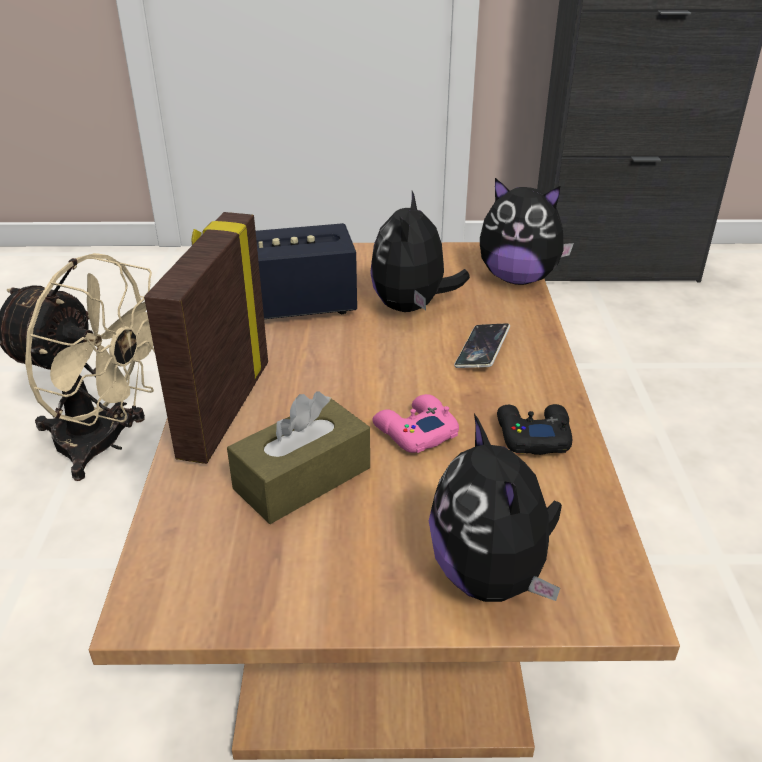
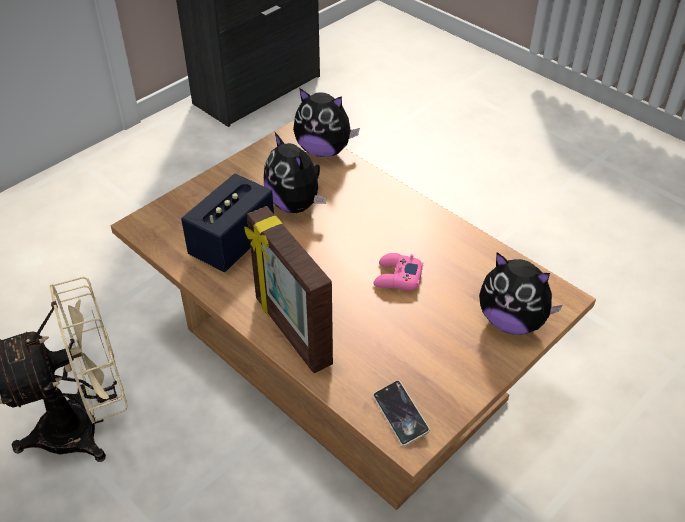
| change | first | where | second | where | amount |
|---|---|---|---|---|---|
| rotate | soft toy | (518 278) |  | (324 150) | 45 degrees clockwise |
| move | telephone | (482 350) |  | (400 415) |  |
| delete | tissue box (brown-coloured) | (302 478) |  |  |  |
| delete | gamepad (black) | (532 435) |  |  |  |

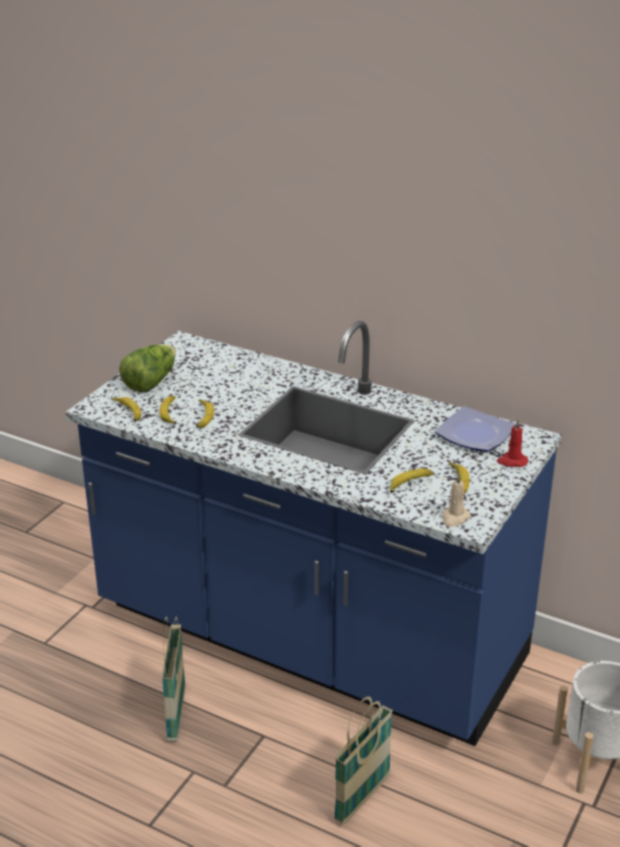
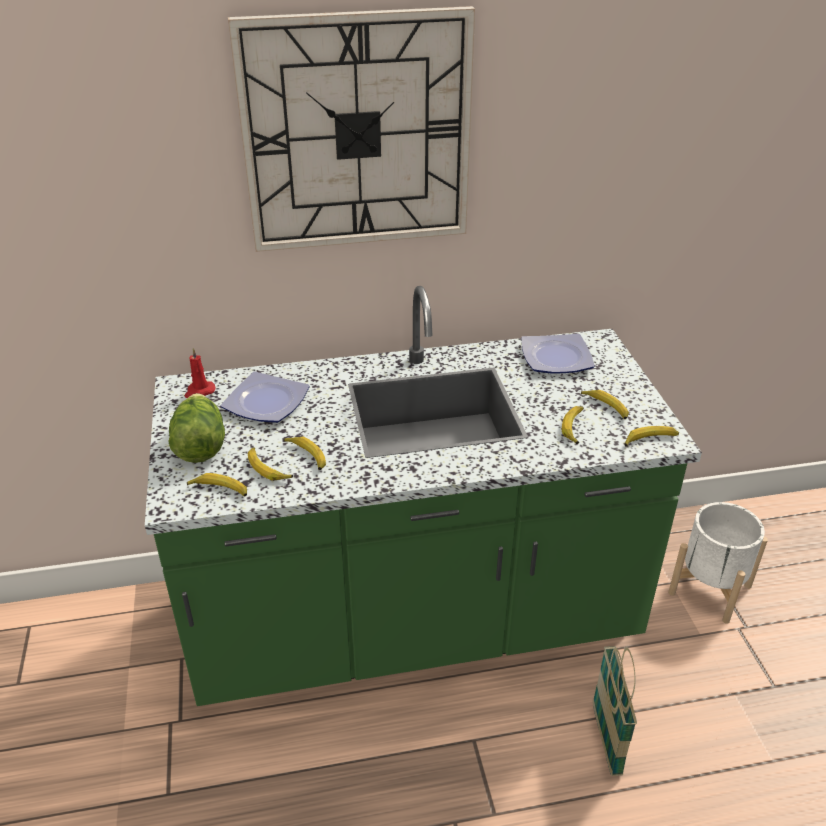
| change | first | where | second | where | amount |
|---|---|---|---|---|---|
| recolor | counter (blue-coloured) | (310 638) | counter (greenish) | (413 621) |  |
| move | wax light (red) | (512 461) |  | (199 391) |  |
| insert |  |  | dinner plate | (264 403) |  |
| insert |  |  | wall clock | (357 133) |  |
| replace | wax light (beige) | (454 518) | whole banana | (649 440) |  |
| delete | basket | (176 714) |  |  |  |

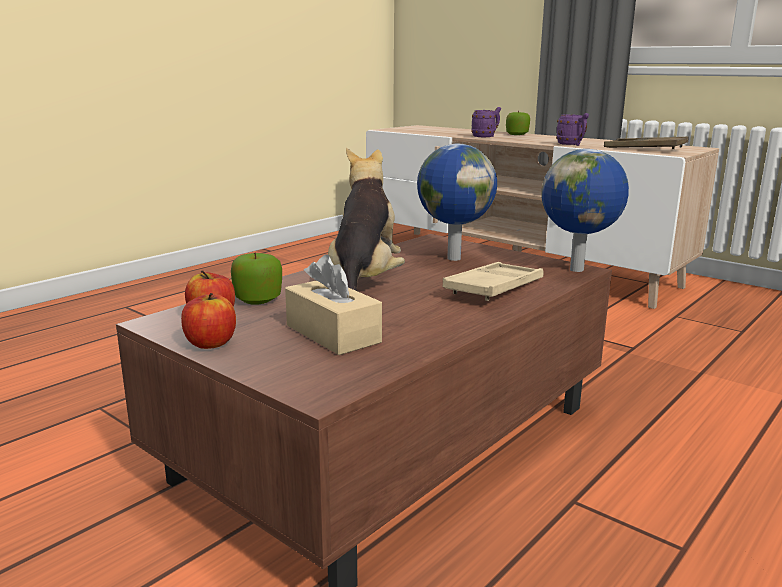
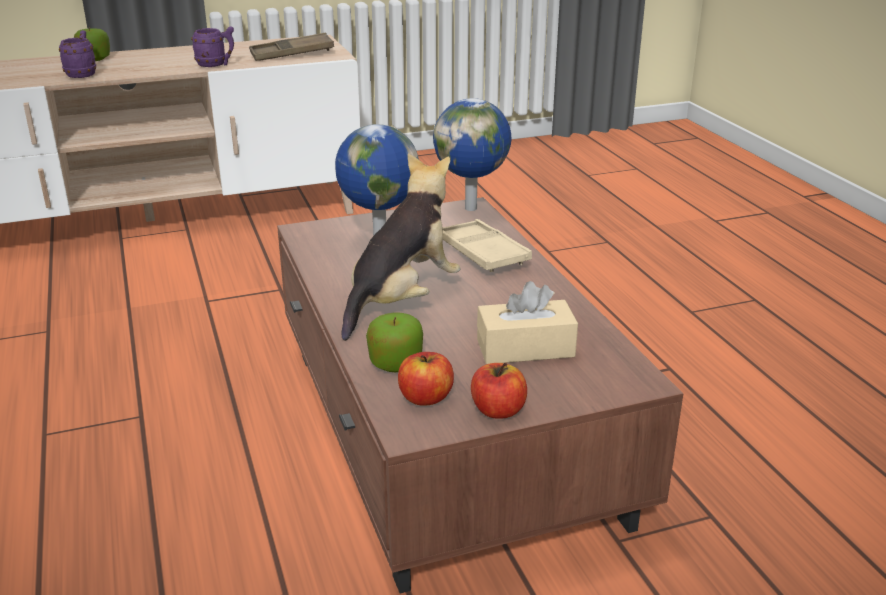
| change | first | where | second | where | amount |
|---|---|---|---|---|---|
| rotate | soft toy | (364 282) |  | (402 300) | 90 degrees clockwise |

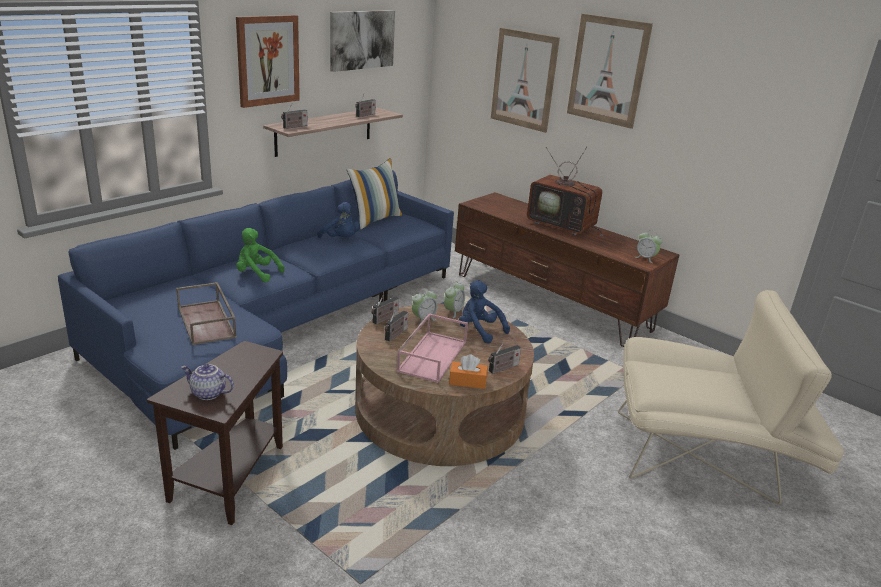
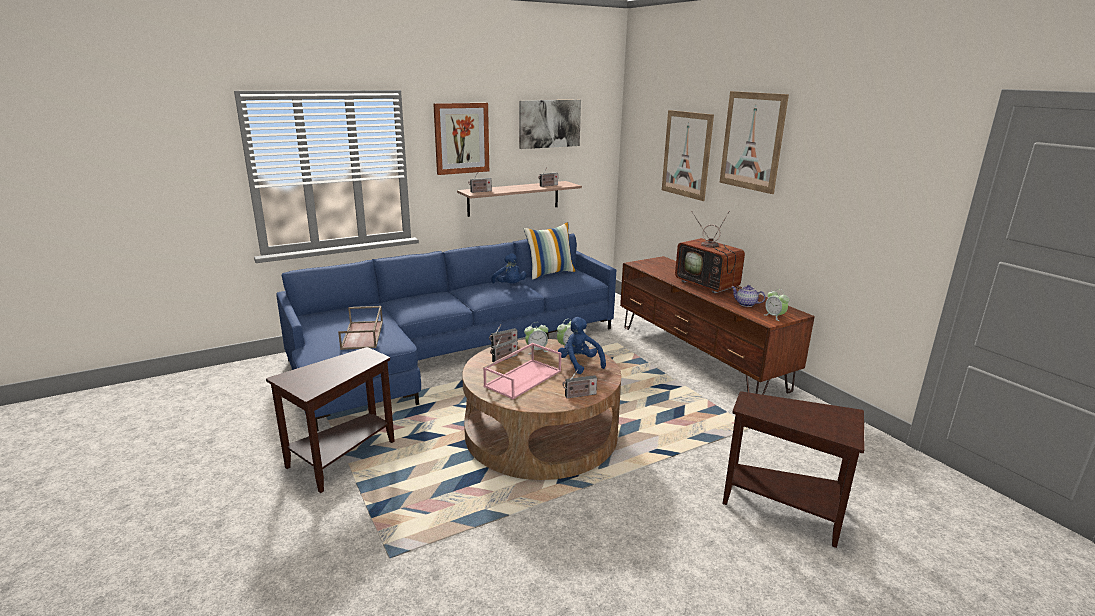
| change | first | where | second | where | amount |
|---|---|---|---|---|---|
| replace | easy chair (beige) | (707 455) | side table (brown-coloured) | (786 511) |  |
| move | teapot | (207 394) |  | (745 304) |  |
| delete | soft toy (greenish) | (257 274) |  |  |  |
| delete | tissue box (orange-coloured) | (467 381) |  |  |  |

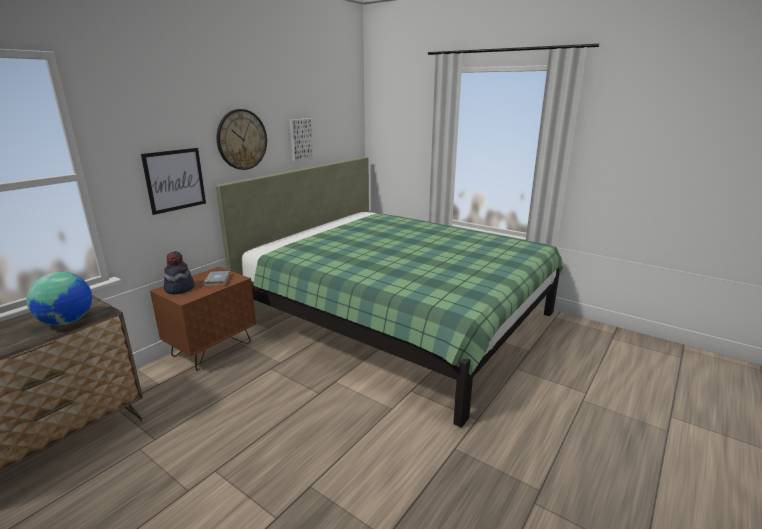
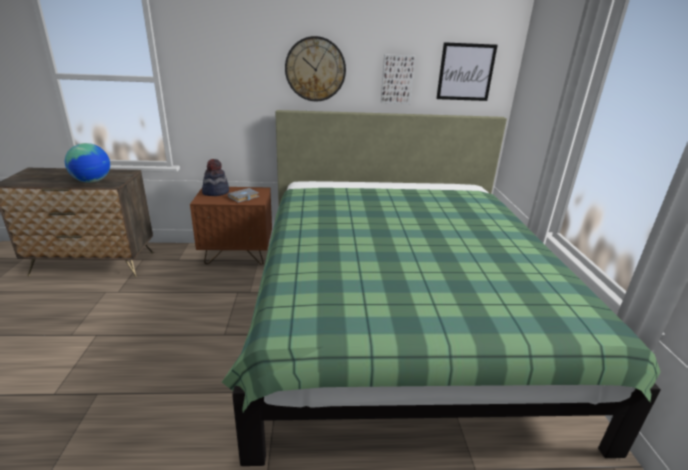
| change | first | where | second | where | amount |
|---|---|---|---|---|---|
| move | wall picture | (175 180) |  | (465 72) |  |

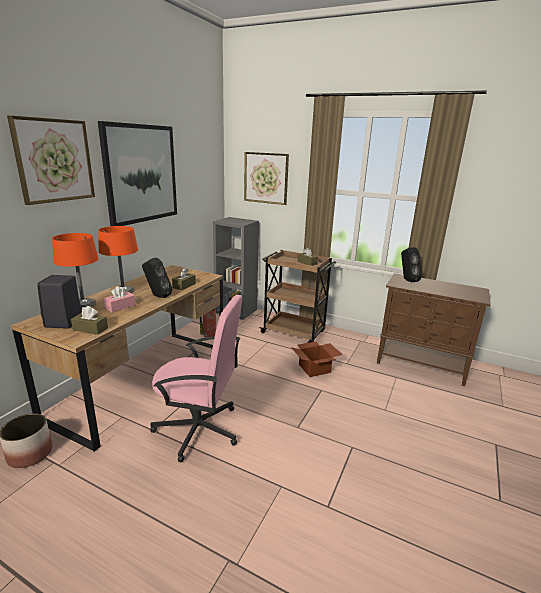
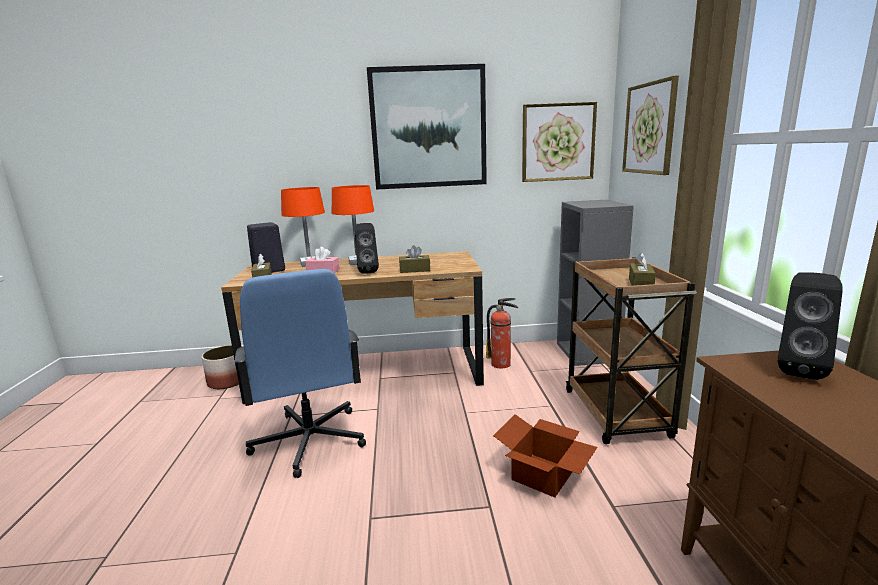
| change | first | where | second | where | amount |
|---|---|---|---|---|---|
| recolor | office chair (pinkish) | (199 429) | office chair (blue-coloured) | (309 441) |  |
| move | wall picture | (54 160) |  | (558 142) |  |

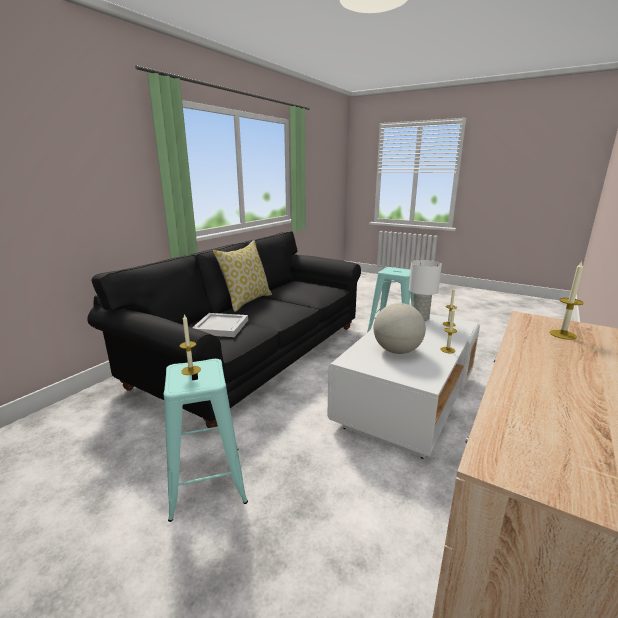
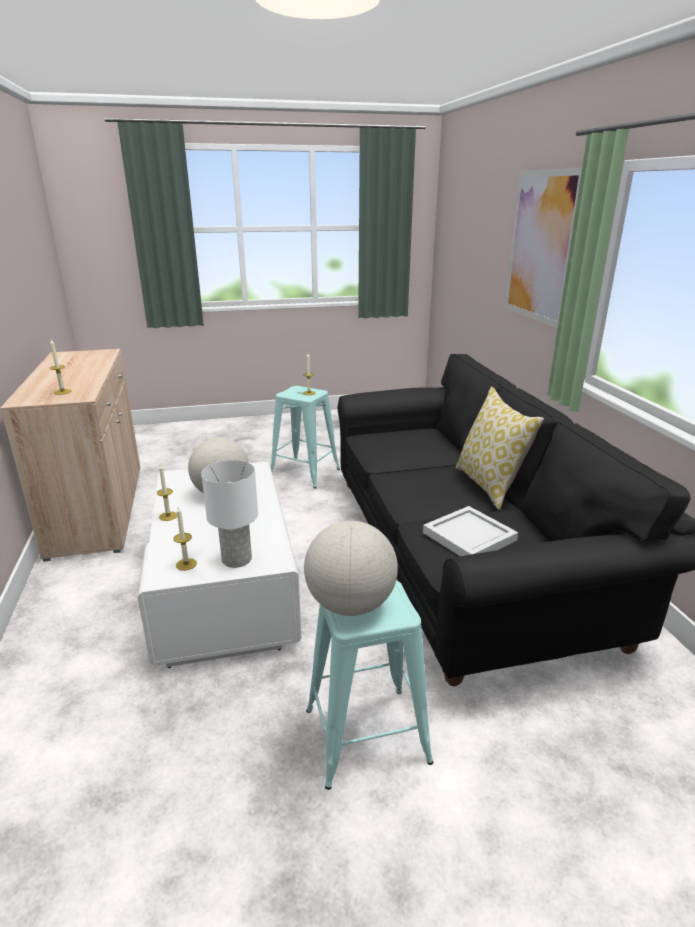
| change | first | where | second | where | amount |
|---|---|---|---|---|---|
| insert |  |  | world globe | (350 604) |  |
| move | serving tray (white-coloured) | (221 327) |  | (467 536) |  |
| insert |  |  | wall picture | (542 247) |  |

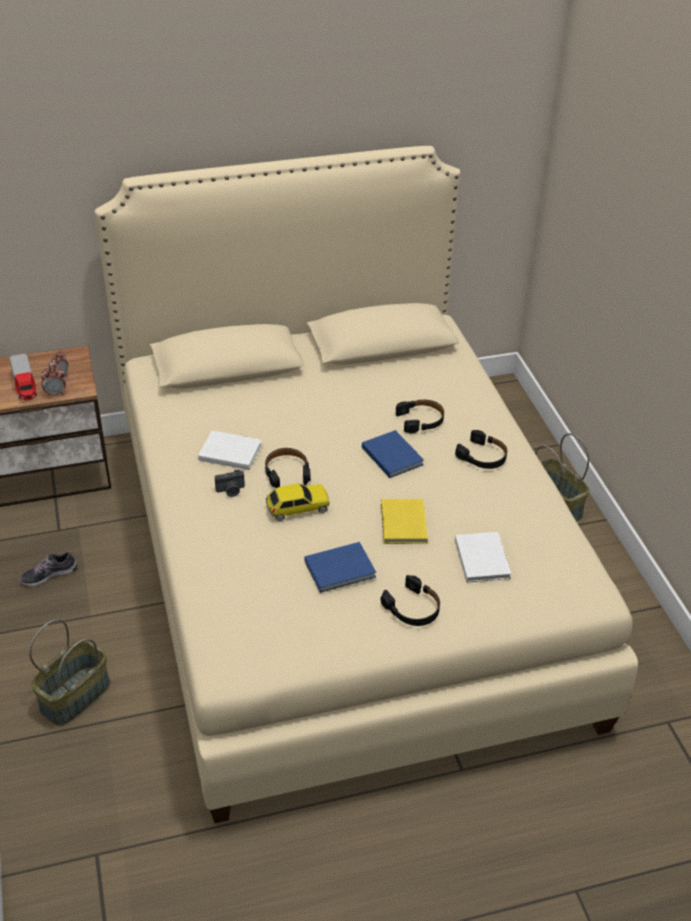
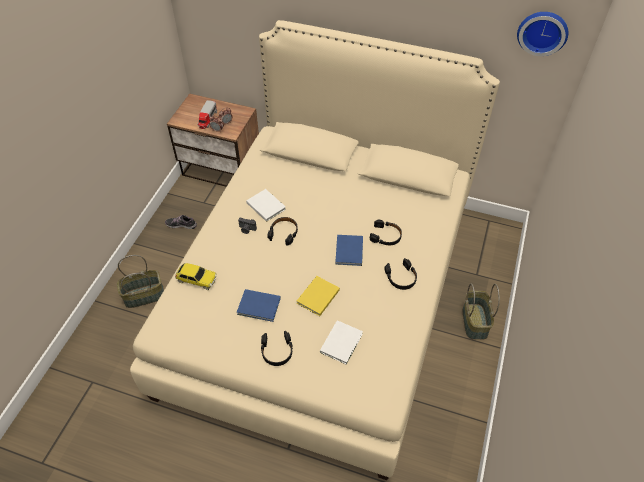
| change | first | where | second | where | amount |
|---|---|---|---|---|---|
| move | toy car | (297 508) |  | (196 279) |  |
| insert |  |  | wall clock | (542 31) |  |

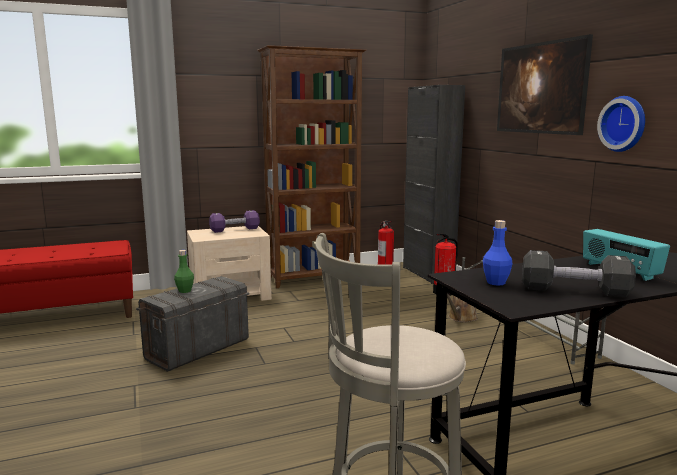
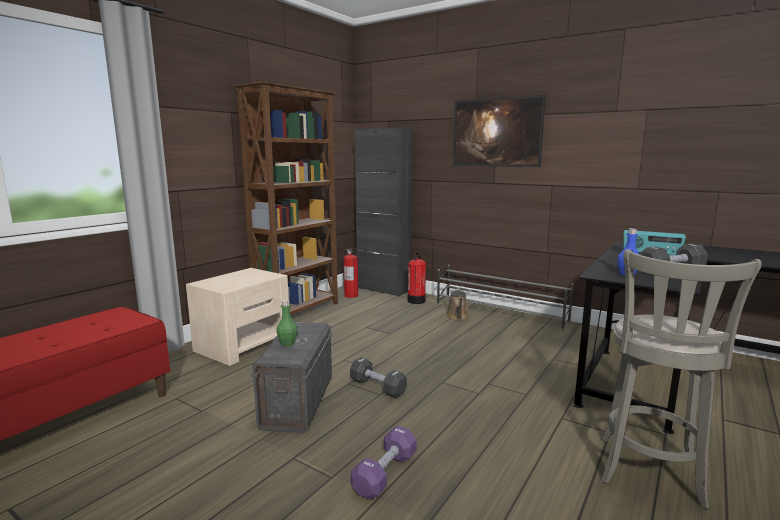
| change | first | where | second | where | amount |
|---|---|---|---|---|---|
| insert |  |  | hand weight (black) | (377 387) |  |
| move | hand weight (purplish) | (235 230) |  | (385 474) |  |
| delete | wall clock | (624 124) |  |  |  |

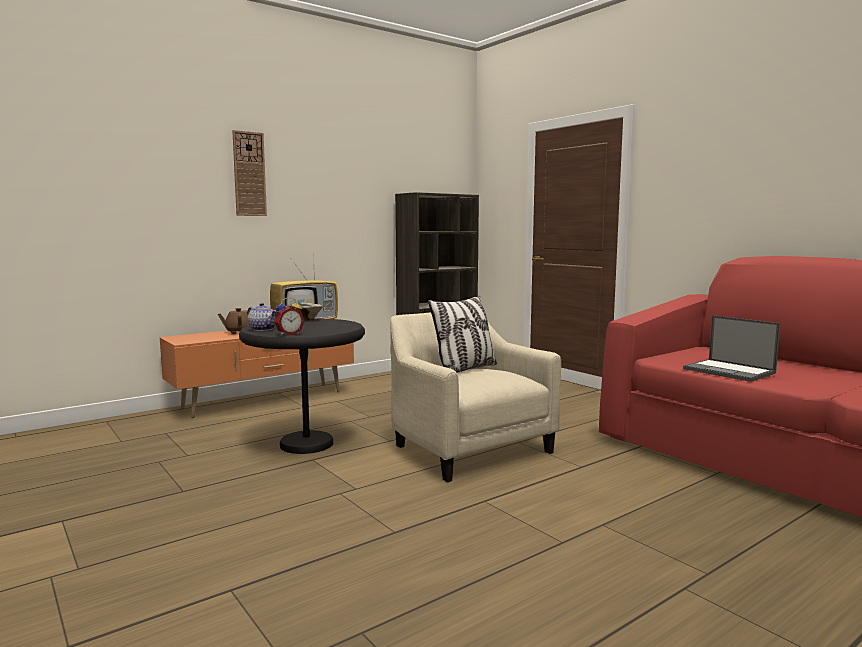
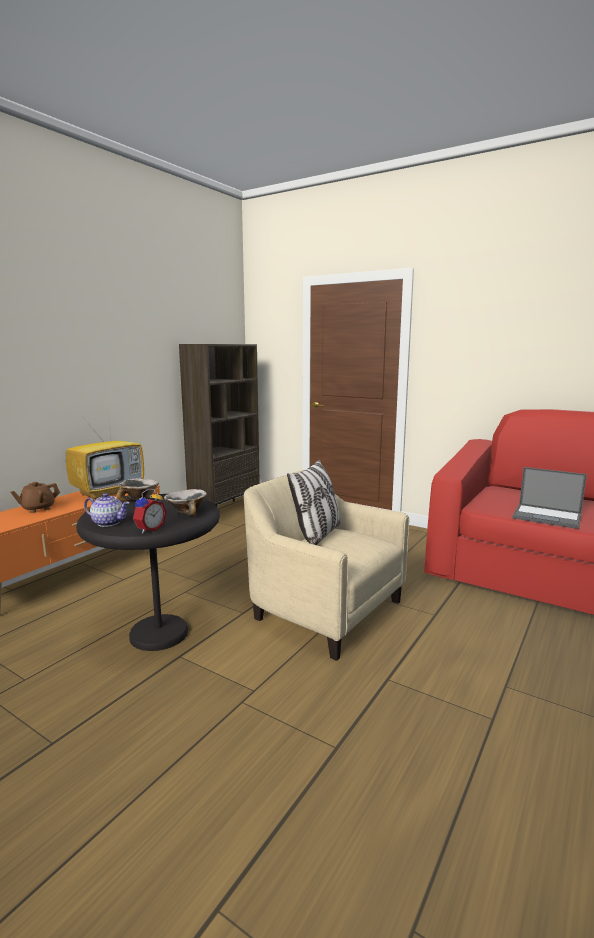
| change | first | where | second | where | amount |
|---|---|---|---|---|---|
| insert |  |  | serving bowl | (186 512) |  |
| delete | wall clock | (249 174) |  |  |  |

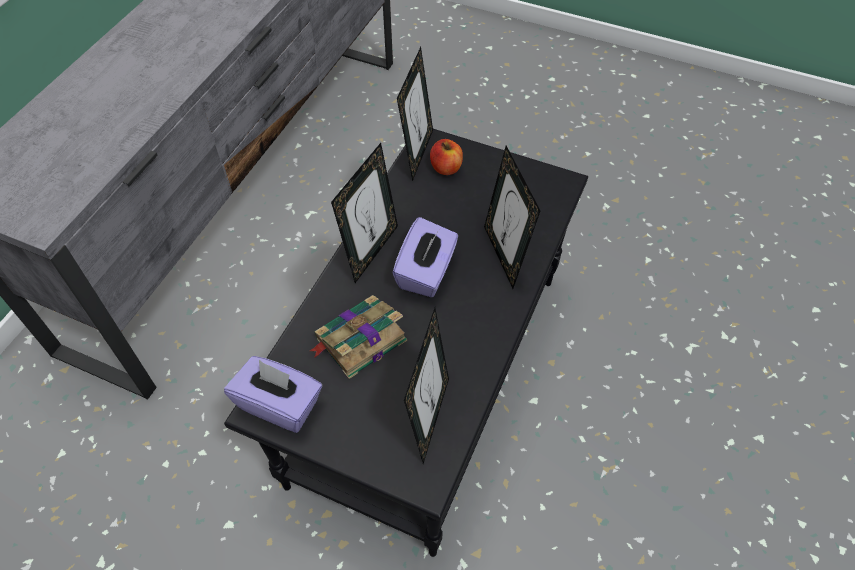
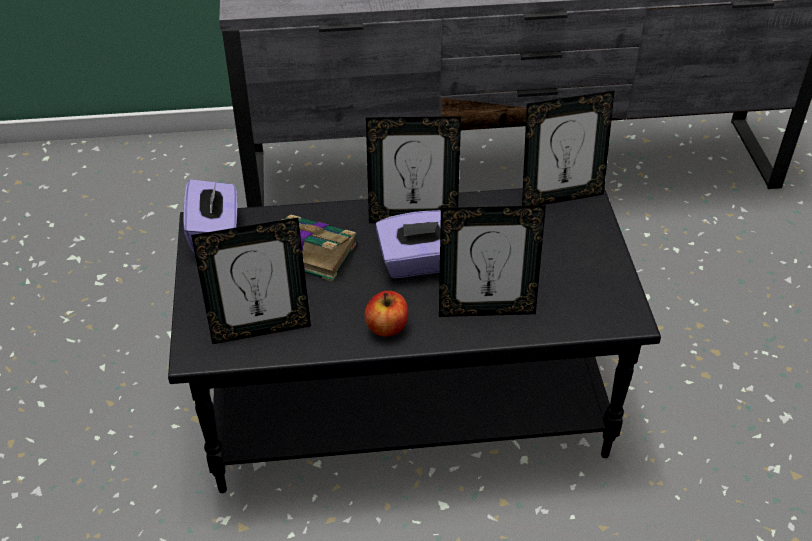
| change | first | where | second | where | amount |
|---|---|---|---|---|---|
| move | apple | (446 168) |  | (387 327) |  |
| rotate | picture frame | (504 255) |  | (486 309) | 135 degrees counterclockwise |

